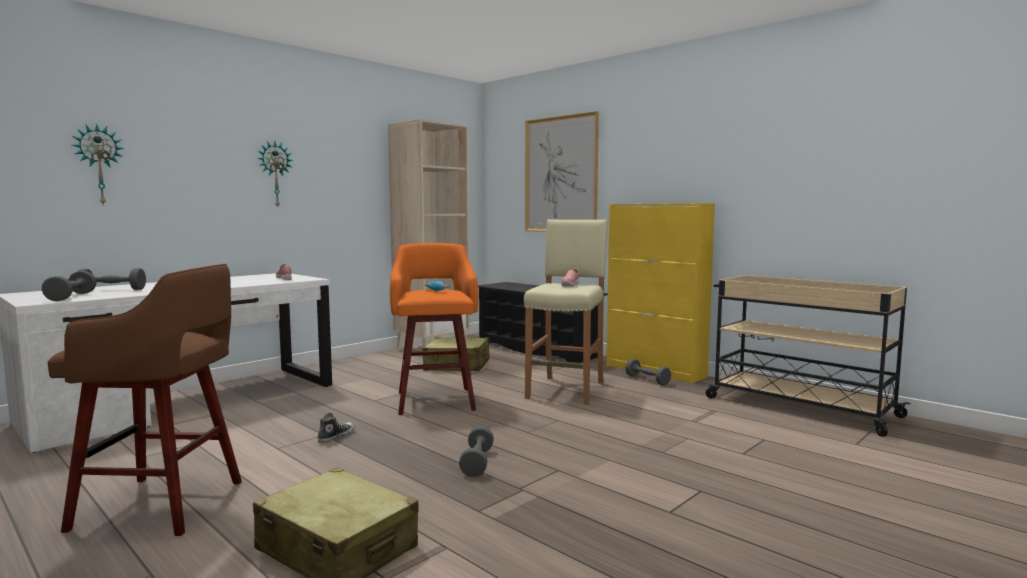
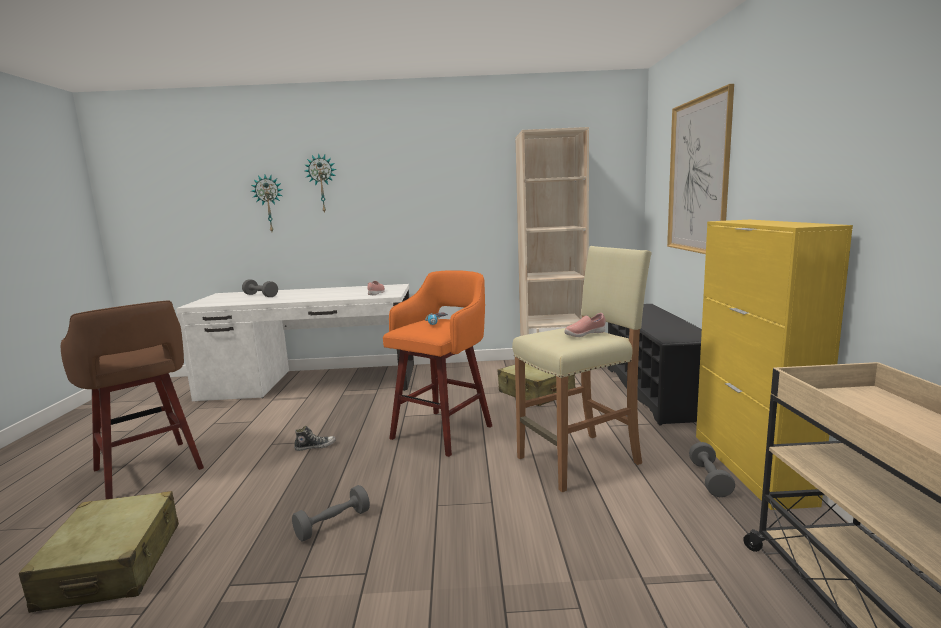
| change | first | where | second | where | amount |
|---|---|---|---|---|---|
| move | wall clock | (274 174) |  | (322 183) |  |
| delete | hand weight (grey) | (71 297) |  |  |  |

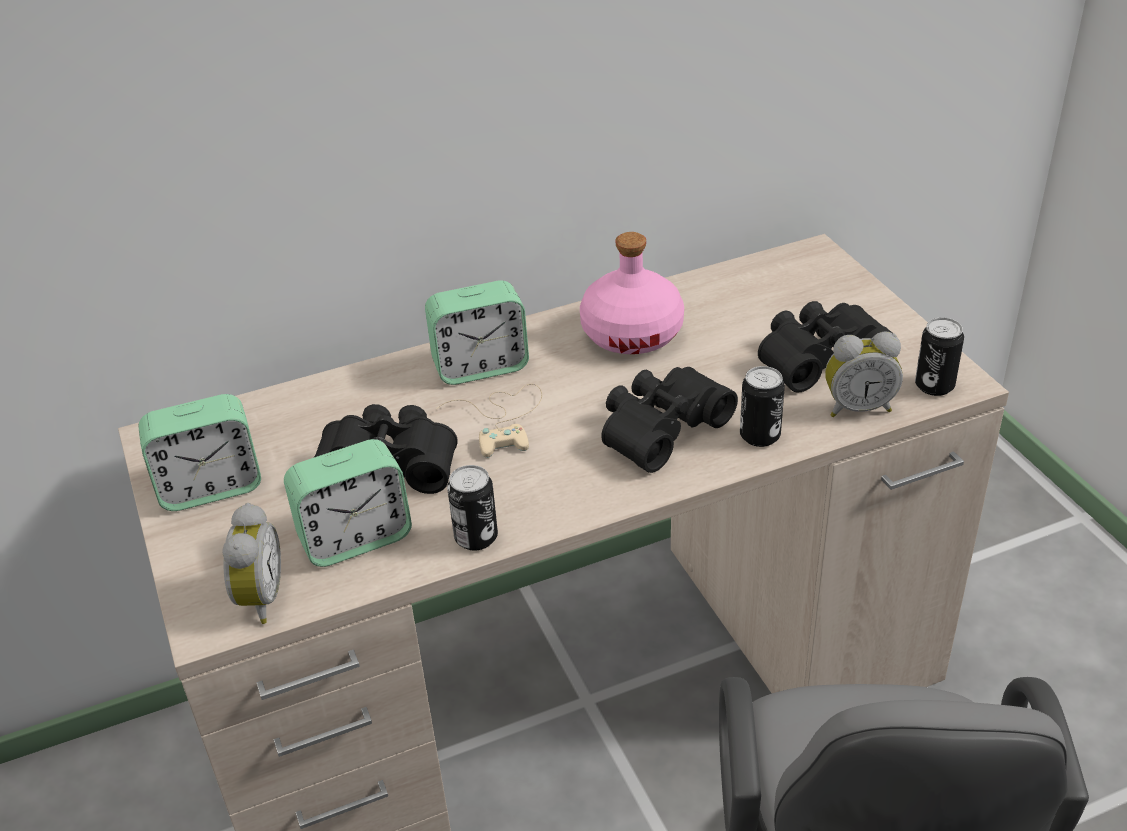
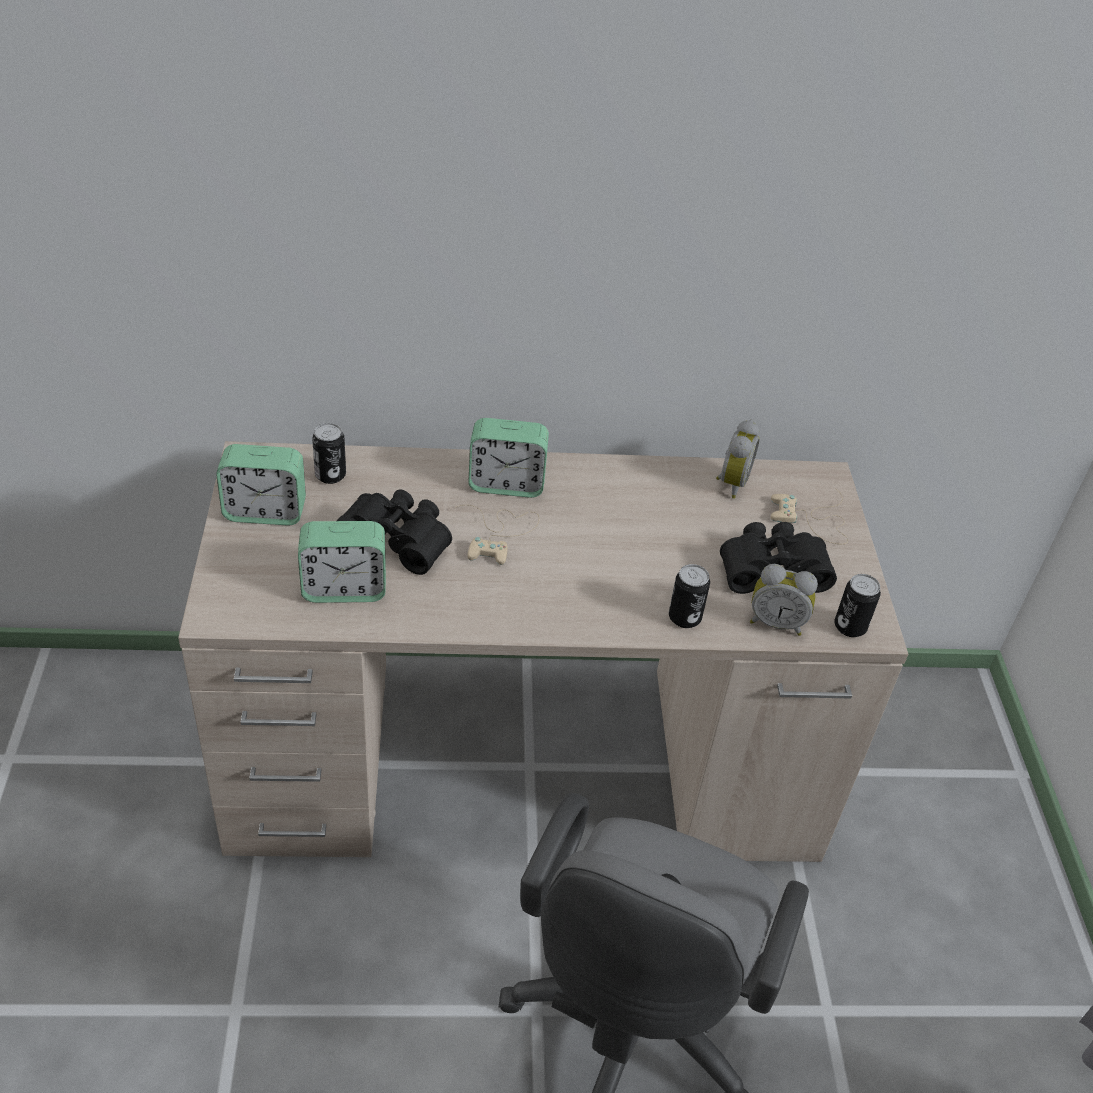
| change | first | where | second | where | amount |
|---|---|---|---|---|---|
| move | sealed can | (476 537) |  | (330 475) |  |
| move | bedside clock | (257 599) |  | (730 483) |  |
| insert |  |  | gamepad (beige) | (813 520) |  |
| delete | bottle (pinkish) | (632 333) |  |  |  |
| delete | pair of binoculars (black) | (659 428) |  |  |  |

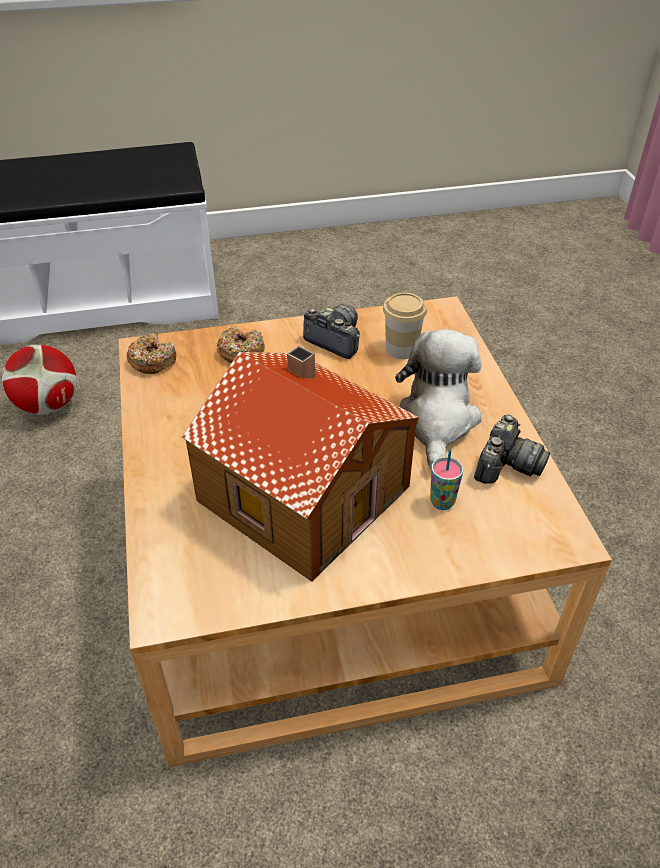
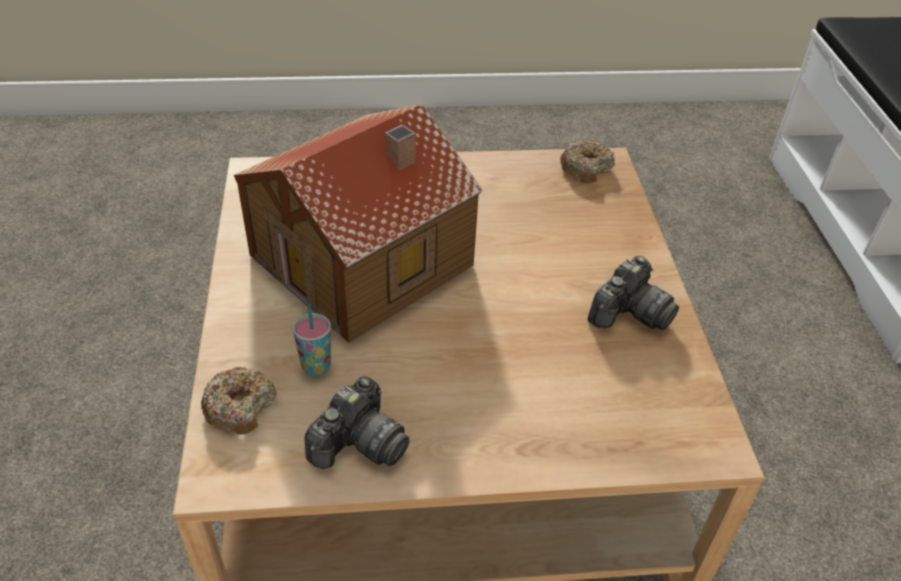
| change | first | where | second | where | amount |
|---|---|---|---|---|---|
| move | doughnut | (241 352) |  | (240 407) |  |
| rotate | photo camera | (506 465) |  | (358 444) | 90 degrees counterclockwise |
| delete | football | (49 406) |  |  |  |
| delete | small cup | (401 349) |  |  |  |
| delete | soft toy | (438 421) |  |  |  |

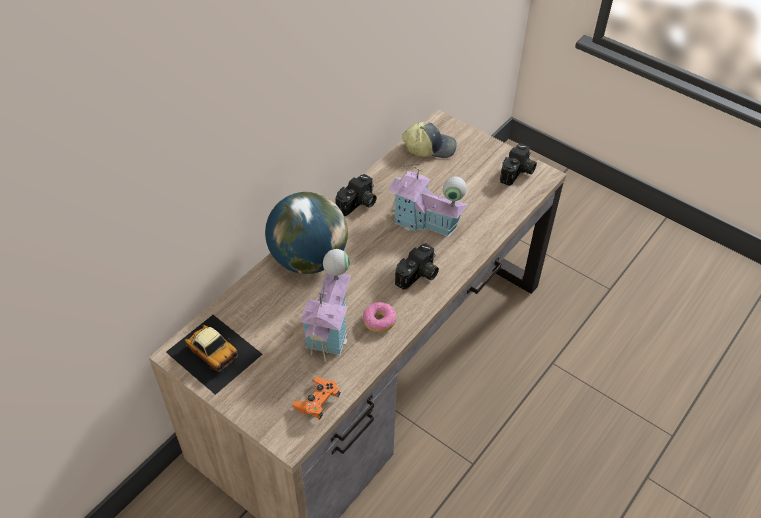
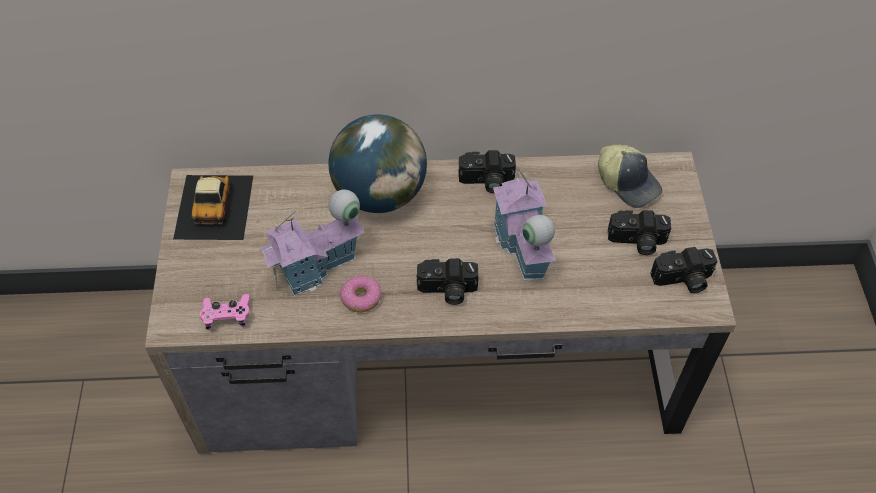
| change | first | where | second | where | amount |
|---|---|---|---|---|---|
| recolor | gamepad (orange-coloured) | (317 402) | gamepad (pinkish) | (227 316) |  |
| insert |  |  | photo camera | (637 241) |  |

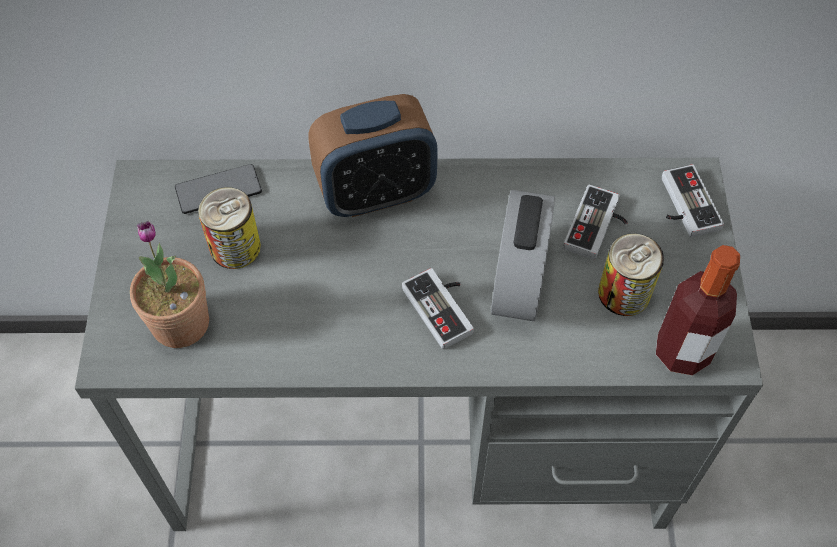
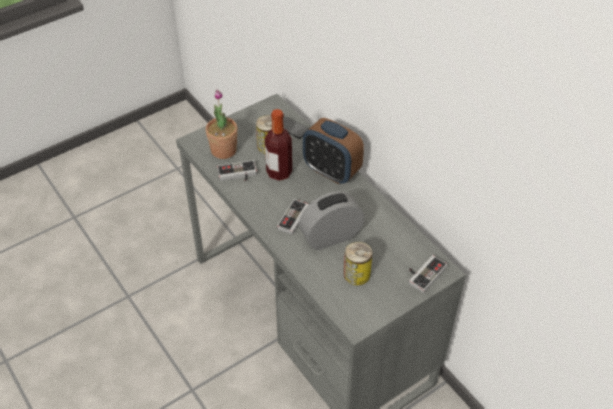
| change | first | where | second | where | amount |
|---|---|---|---|---|---|
| move | gamepad | (598 227) |  | (237 175) |  |
| move | bottle | (682 352) |  | (279 172) |  |

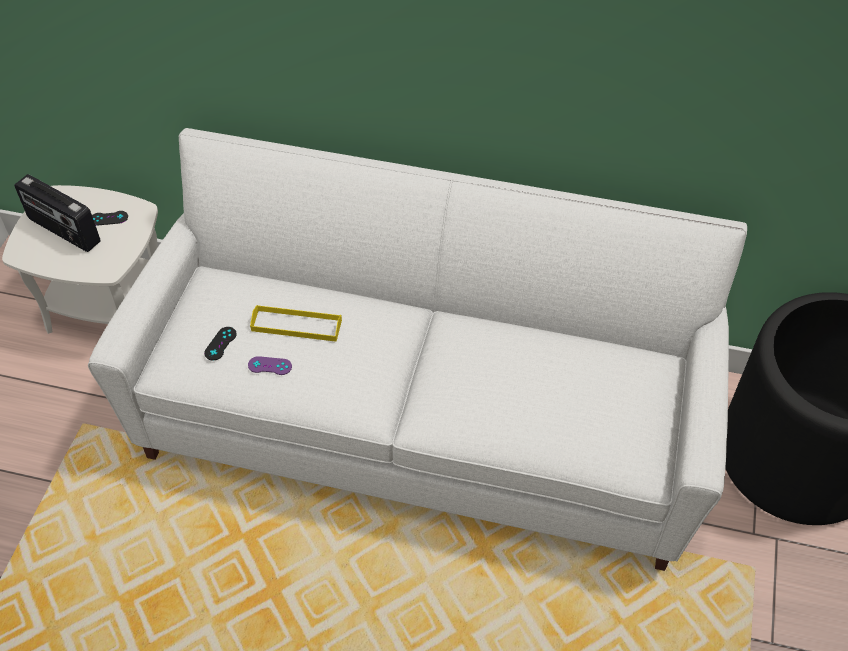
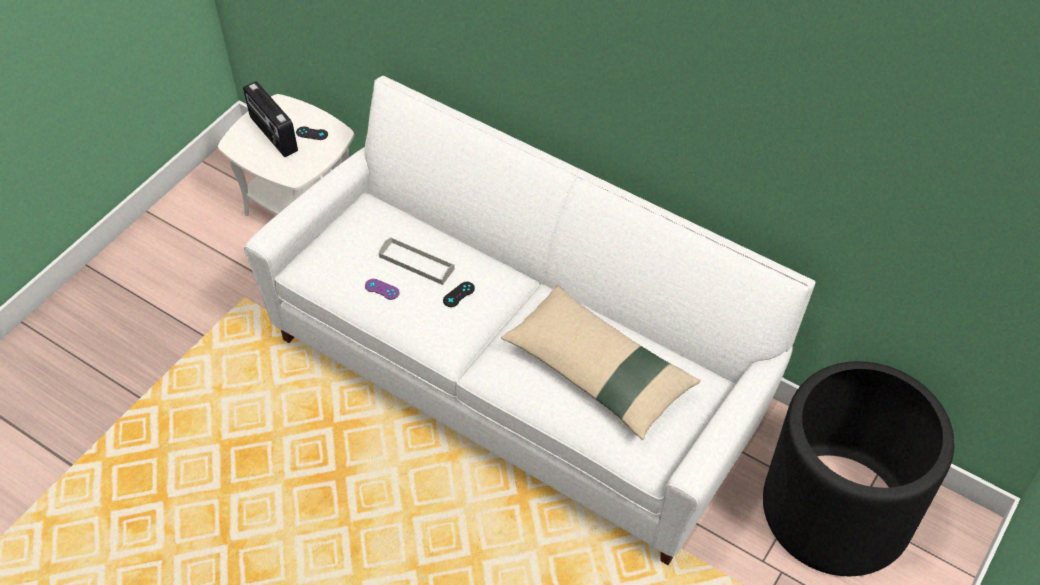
| change | first | where | second | where | amount |
|---|---|---|---|---|---|
| recolor | serving tray (yellow-coloured) | (296 325) | serving tray (grey) | (416 263) |  |
| move | gamepad (black) | (220 343) |  | (459 294) |  |
| insert |  |  | cushion (beige) | (598 370) |  |

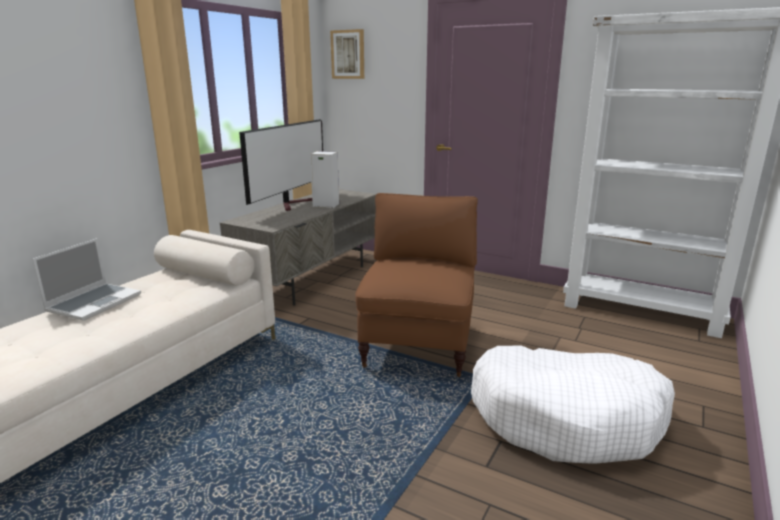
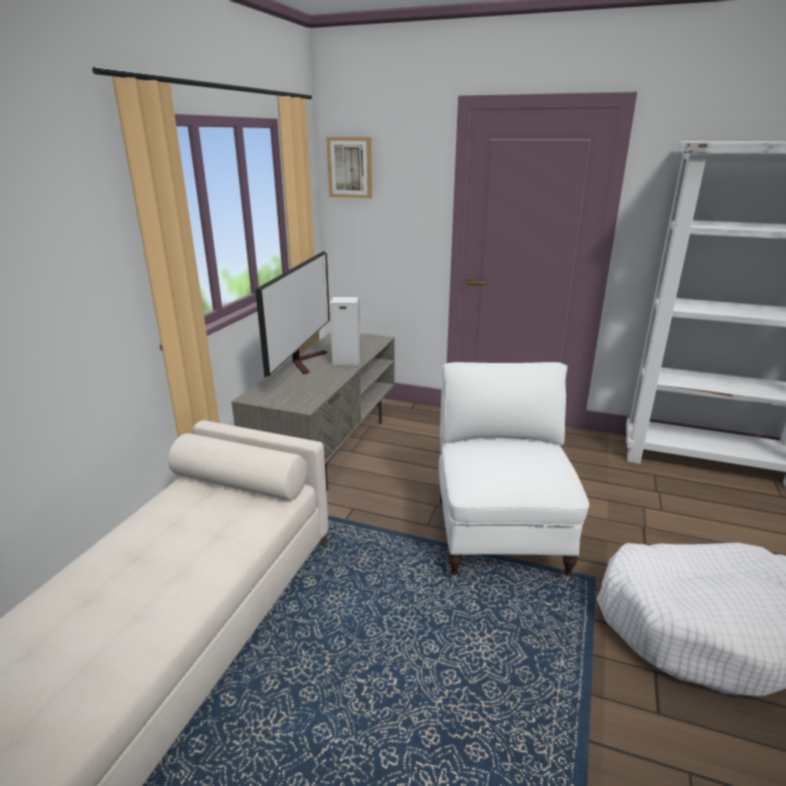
| change | first | where | second | where | amount |
|---|---|---|---|---|---|
| recolor | easy chair (brown-coloured) | (419 344) | easy chair (white-coloured) | (499 535) |  |
| delete | notebook computer | (94 302) |  |  |  |

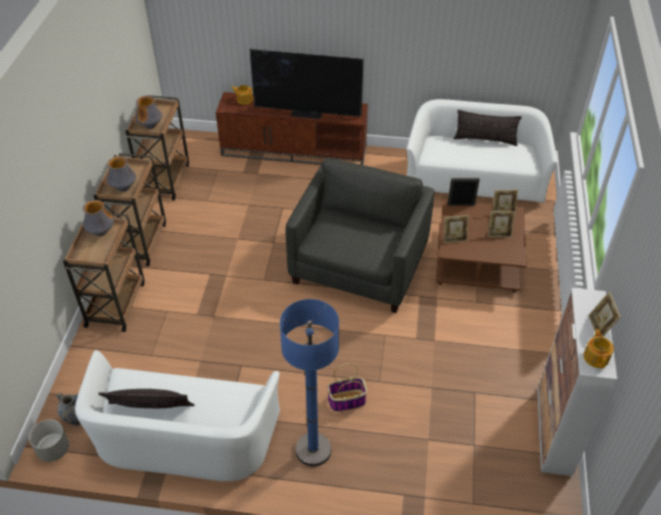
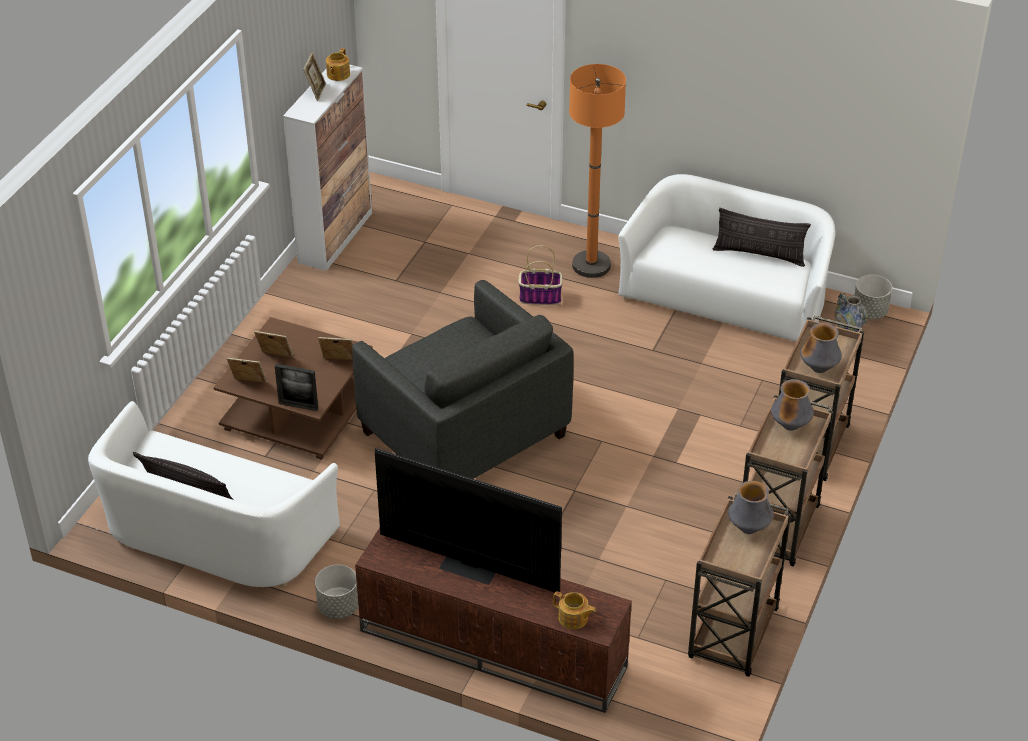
| change | first | where | second | where | amount |
|---|---|---|---|---|---|
| insert |  |  | planter (grey) | (338 607) |  |
| rotate | easy chair (grey) | (359 266) |  | (463 434) | 75 degrees counterclockwise |
| recolor | floor lamp (blue-coloured) | (313 450) | floor lamp (orange-coloured) | (591 265) |  |

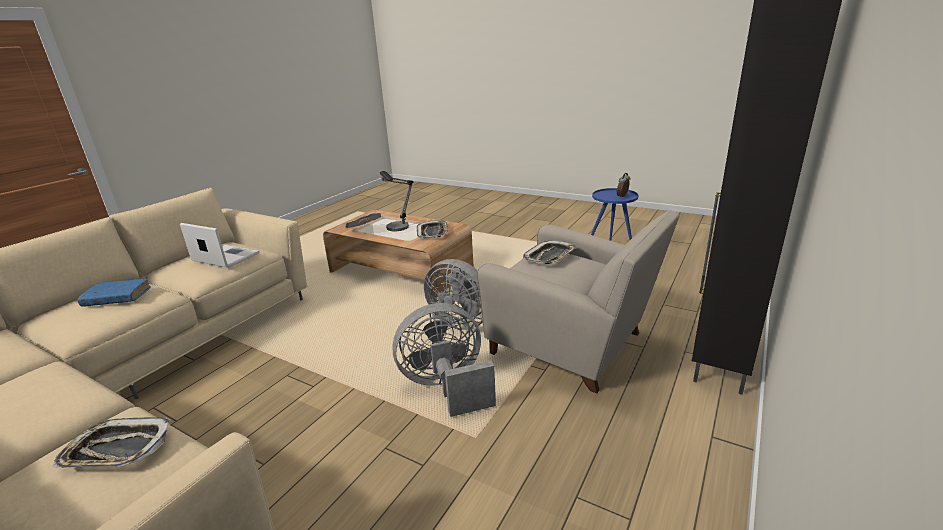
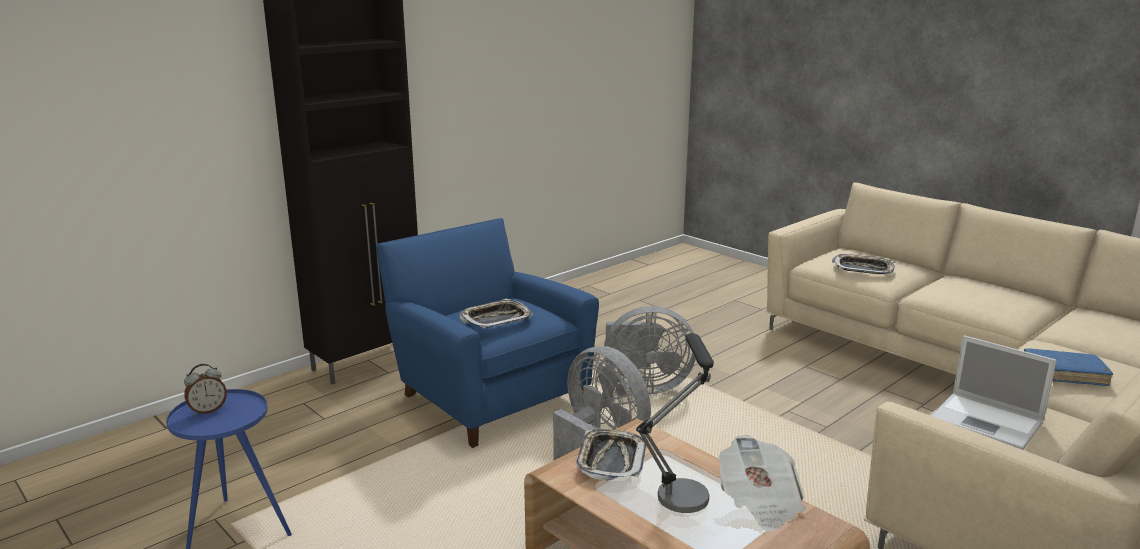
| change | first | where | second | where | amount |
|---|---|---|---|---|---|
| recolor | easy chair (beige) | (574 346) | easy chair (blue-coloured) | (488 396) |  |

